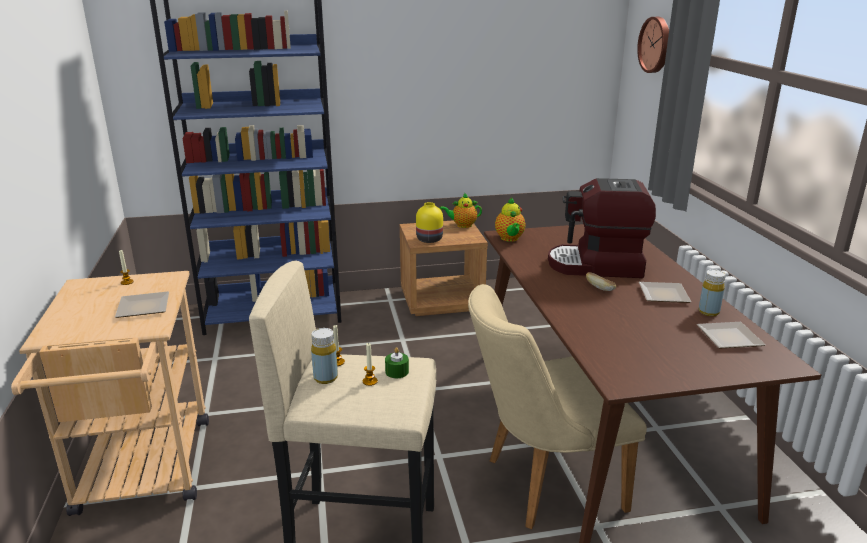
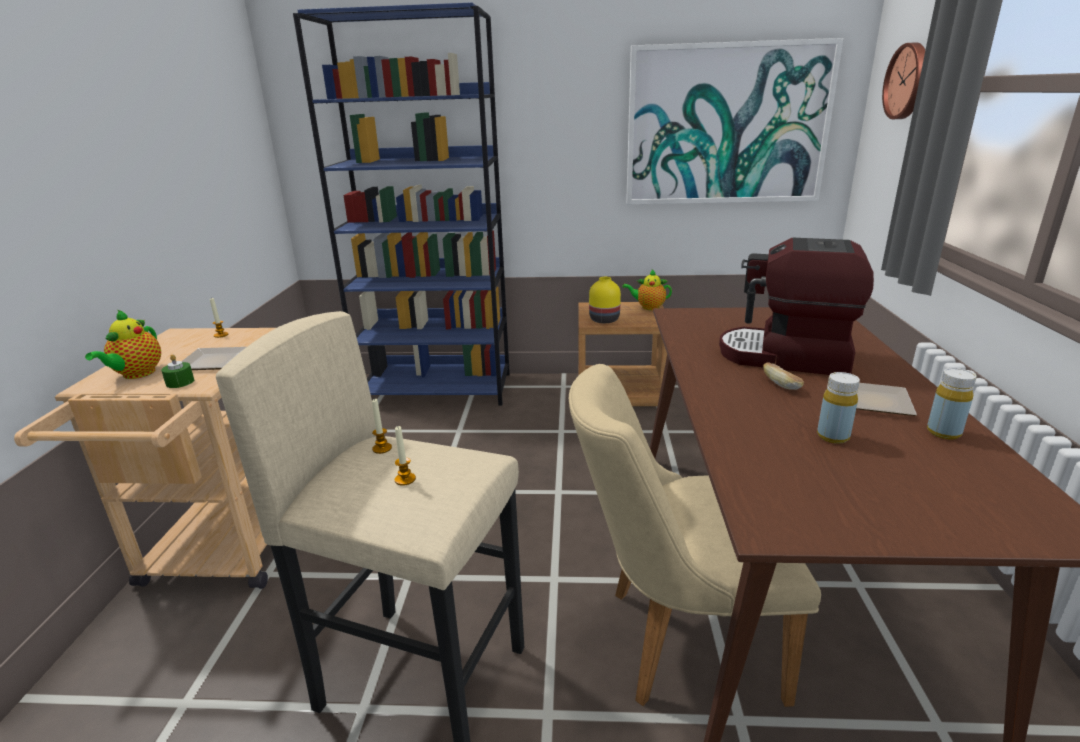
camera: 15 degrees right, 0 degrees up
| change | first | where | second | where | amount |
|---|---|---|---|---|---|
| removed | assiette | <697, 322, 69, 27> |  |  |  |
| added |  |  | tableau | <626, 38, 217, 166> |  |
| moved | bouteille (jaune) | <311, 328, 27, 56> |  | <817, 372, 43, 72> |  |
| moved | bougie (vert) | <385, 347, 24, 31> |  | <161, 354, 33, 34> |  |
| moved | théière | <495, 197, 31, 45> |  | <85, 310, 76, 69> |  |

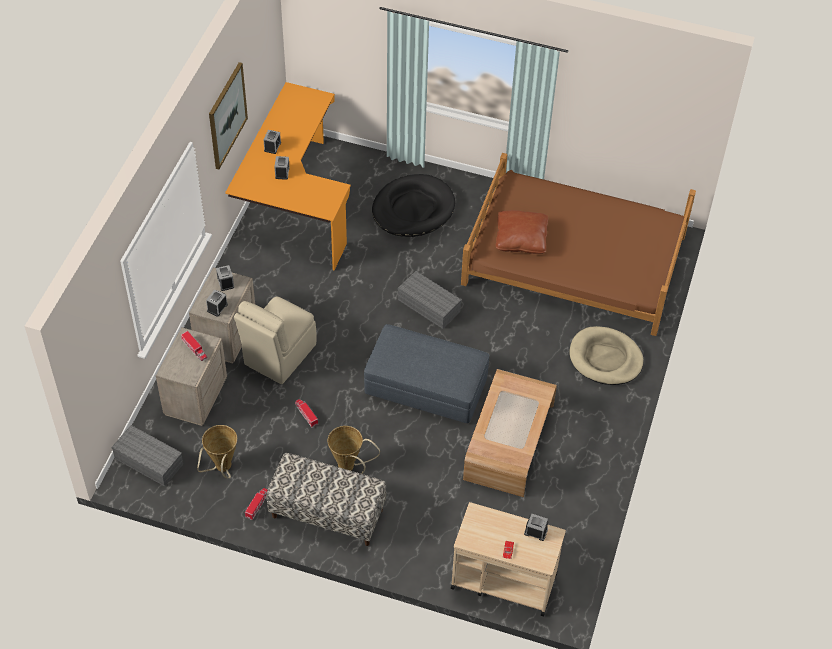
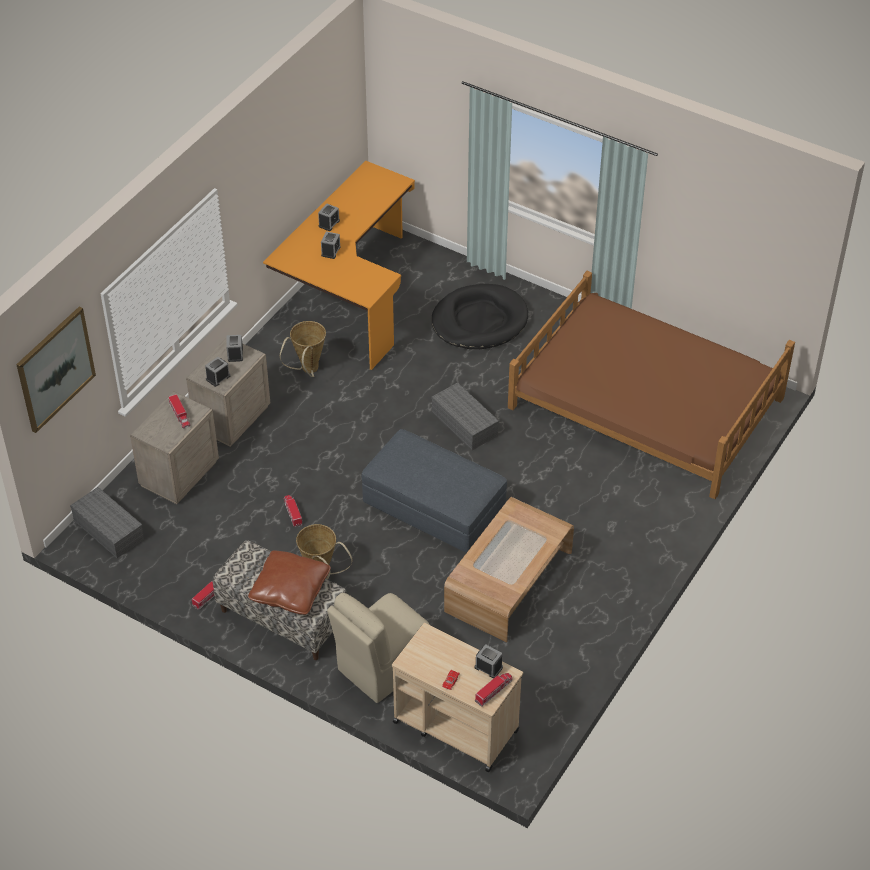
camera: 15 degrees right, 5 degrees down
| change | first | where | second | where | amount |
|---|---|---|---|---|---|
| removed | panier pour chien (beige) | <569, 326, 75, 59> |  |  |  |
| added |  |  | camion jouet | <475, 673, 38, 33> |  |
| moved | panier | <197, 425, 40, 53> |  | <280, 321, 46, 56> |  |
| moved | tableau | <209, 62, 39, 107> |  | <16, 307, 80, 126> |  |
| moved | chaise (beige) | <234, 297, 83, 87> |  | <327, 593, 103, 110> |  |
| moved | coussin (marron) | <496, 210, 52, 44> |  | <248, 551, 83, 64> |  |

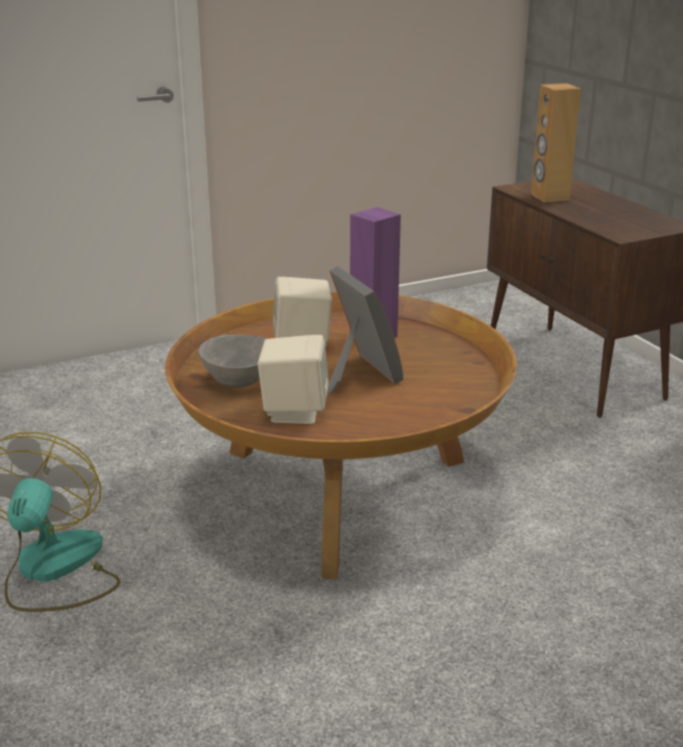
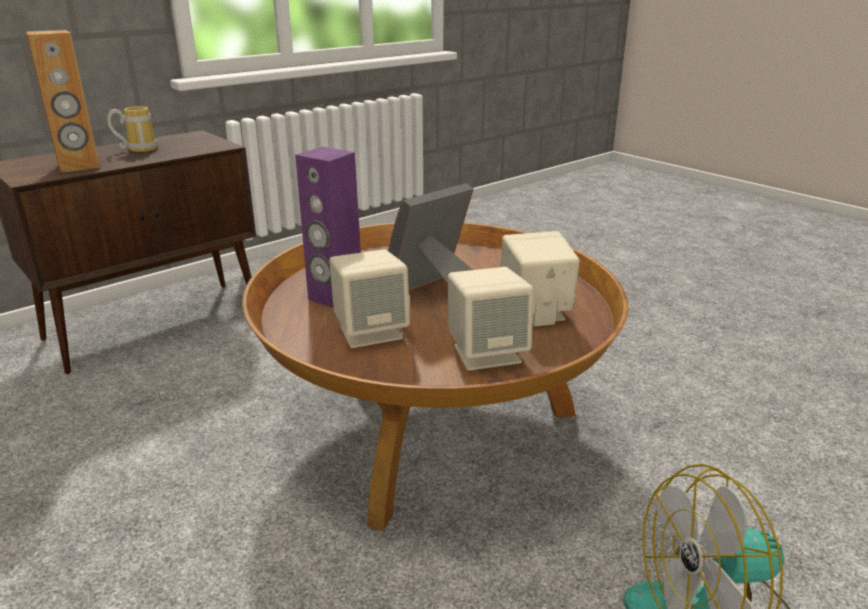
camera: 105 degrees left, 0 degrees up
| change | first | where | second | where | amount |
|---|---|---|---|---|---|
| added |  |  | mug | <107, 106, 51, 46> |  |
| replaced | bol (gris) | <198, 335, 68, 52> | enceinte (beige) | <448, 267, 86, 104> |  |

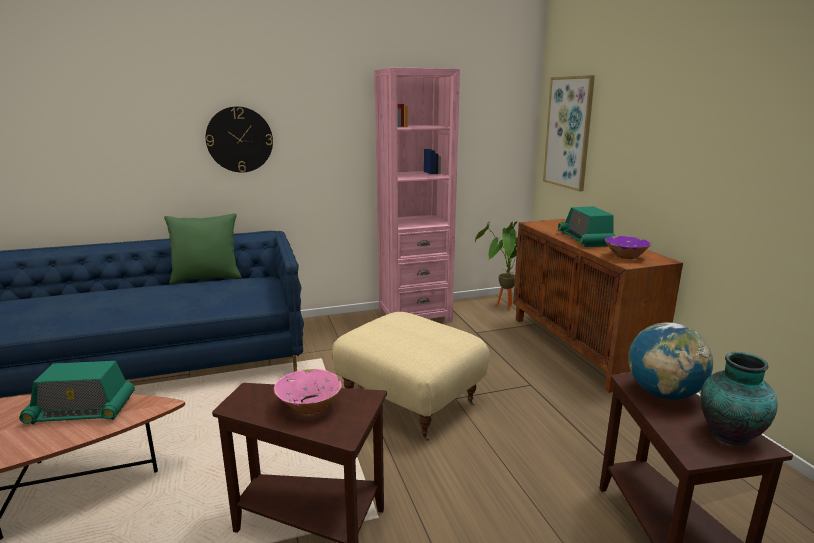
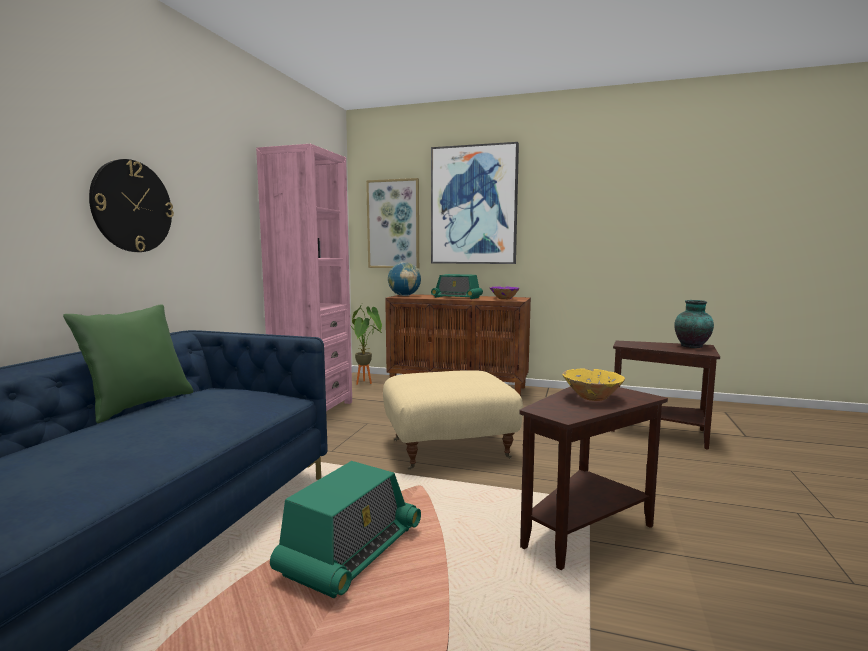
camera: 55 degrees left, 10 degrees down
| change | first | where | second | where | amount |
|---|---|---|---|---|---|
| added |  |  | tableau | <431, 142, 88, 122> |  |
| moved | globe | <628, 322, 85, 78> |  | <388, 262, 33, 34> |  |
| recoloured | bol (rose) | <274, 369, 68, 46> | bol (jaune) | <562, 369, 63, 32> |  |

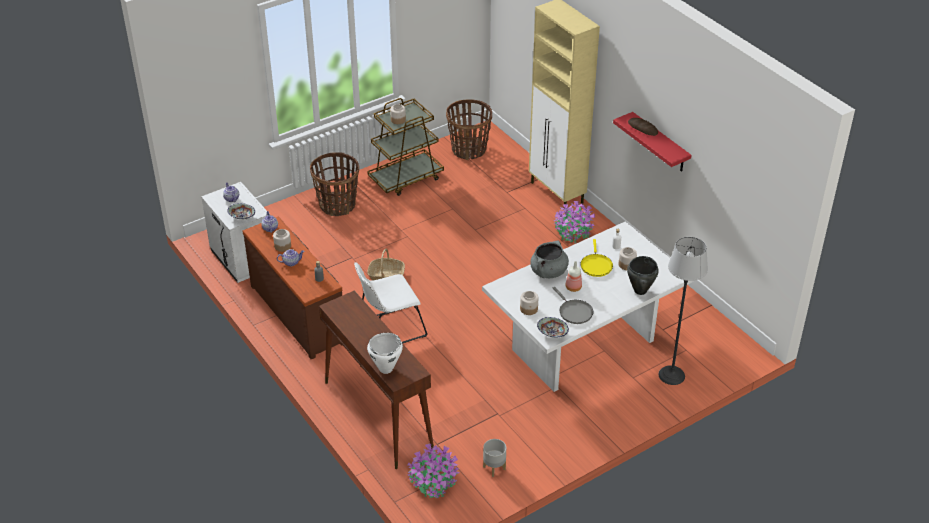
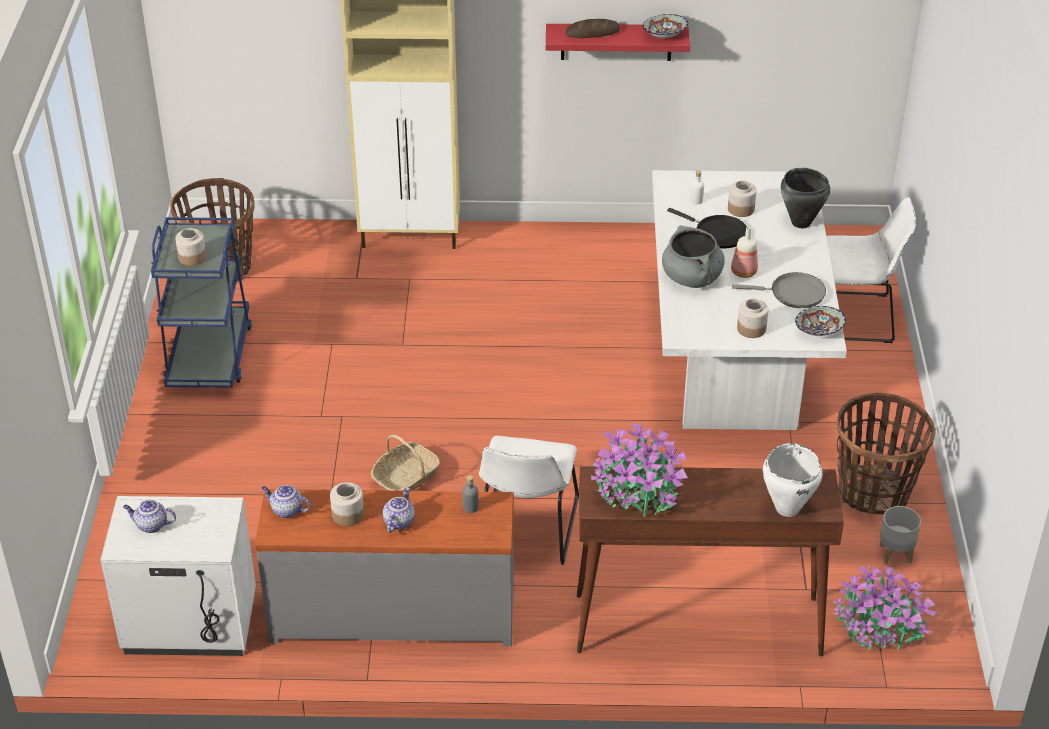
camera: 55 degrees left, 0 degrees up
| change | first | where | second | where | amount |
|---|---|---|---|---|---|
| moved | bol | <227, 203, 28, 17> |  | <643, 14, 45, 24> |  |
| moved | panier | <310, 152, 49, 64> |  | <837, 393, 98, 122> |  |
| moved | plante en pot | <554, 200, 41, 43> |  | <591, 424, 97, 93> |  |
| replaced | lampadaire | <659, 237, 49, 148> | chaise (blanc) | <826, 197, 90, 146> |  |
| recoloured | commode (marron) | <243, 217, 99, 142> | commode (gris) | <255, 489, 259, 157> |  |
| recoloured | chariot (marron) | <367, 98, 77, 98> | chariot (bleu) | <151, 217, 102, 171> |  |
| recoloured | poêle (jaune) | <580, 239, 33, 38> | poêle (noir) | <667, 208, 80, 40> |  |

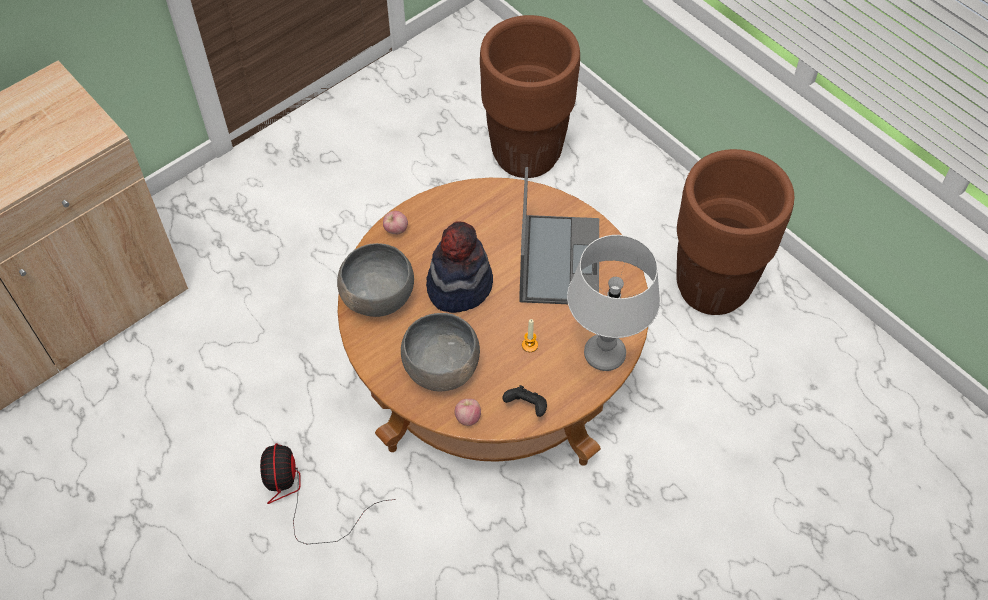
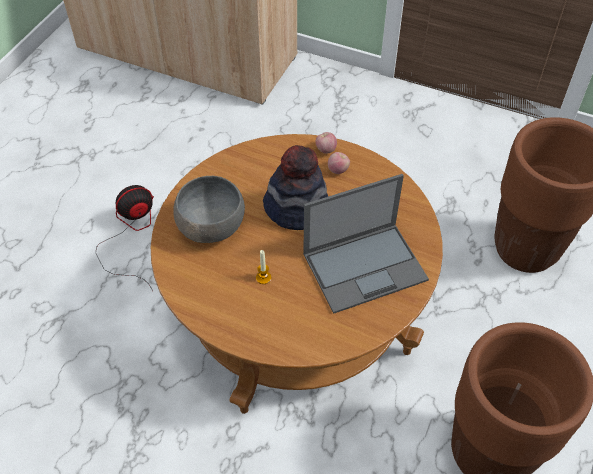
camera: 65 degrees right, 5 degrees down
| change | first | where | second | where | amount |
|---|---|---|---|---|---|
| removed | bol (gris) | <337, 243, 77, 74> |  |  |  |
| removed | manette (noir) | <502, 385, 45, 32> |  |  |  |
| removed | lampe de table (gris) | <567, 235, 93, 136> |  |  |  |
| moved | pomme | <455, 399, 26, 27> |  | <328, 152, 22, 22> |  |

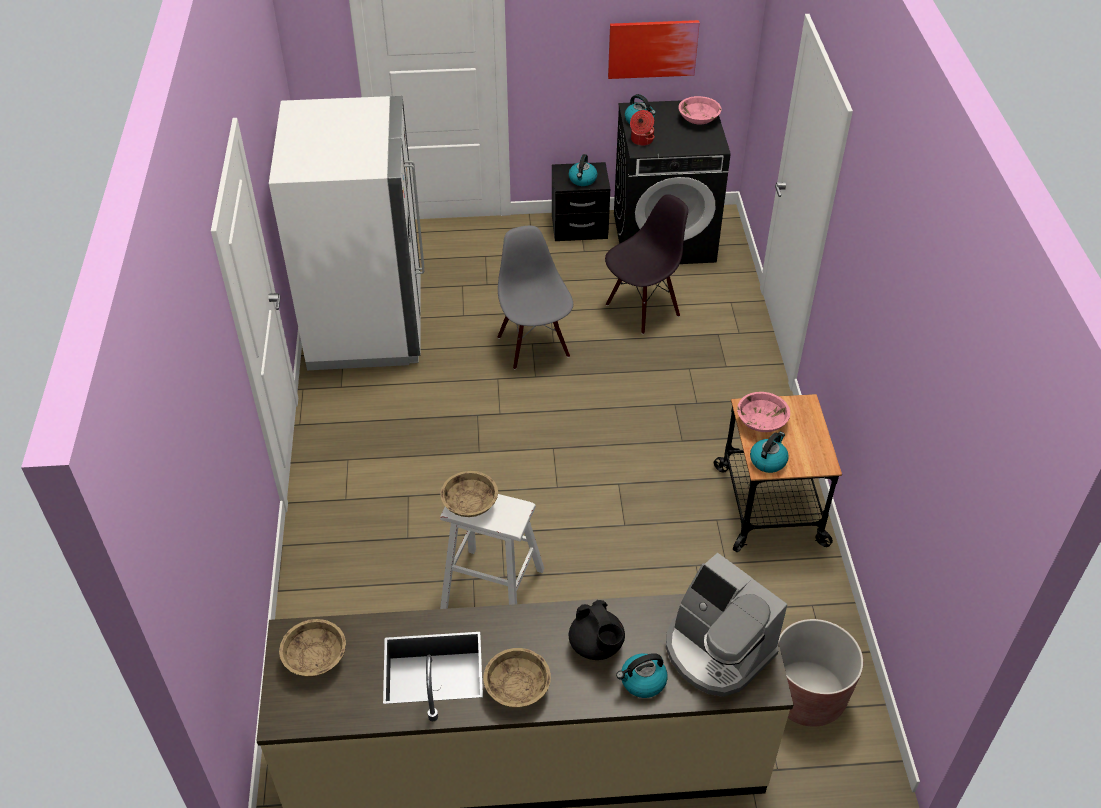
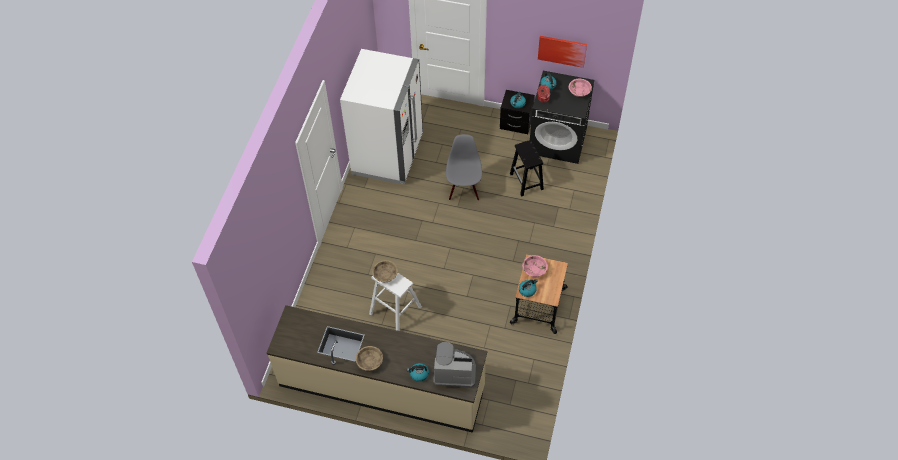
camera: 20 degrees right, 10 degrees up
| change | first | where | second | where | amount |
|---|---|---|---|---|---|
| removed | bol (beige) | <279, 619, 67, 58> |  |  |  |
| removed | théière (noir) | <569, 600, 56, 60> |  |  |  |
| removed | cache-pot (marron) | <778, 619, 85, 108> |  |  |  |
| replaced | chaise (noir) | <605, 194, 83, 140> | tabouret (noir) | <510, 140, 34, 57> |  |
| turned | machine à café | <666, 553, 121, 144> |  | <433, 342, 43, 46> | 120 degrees clockwise |

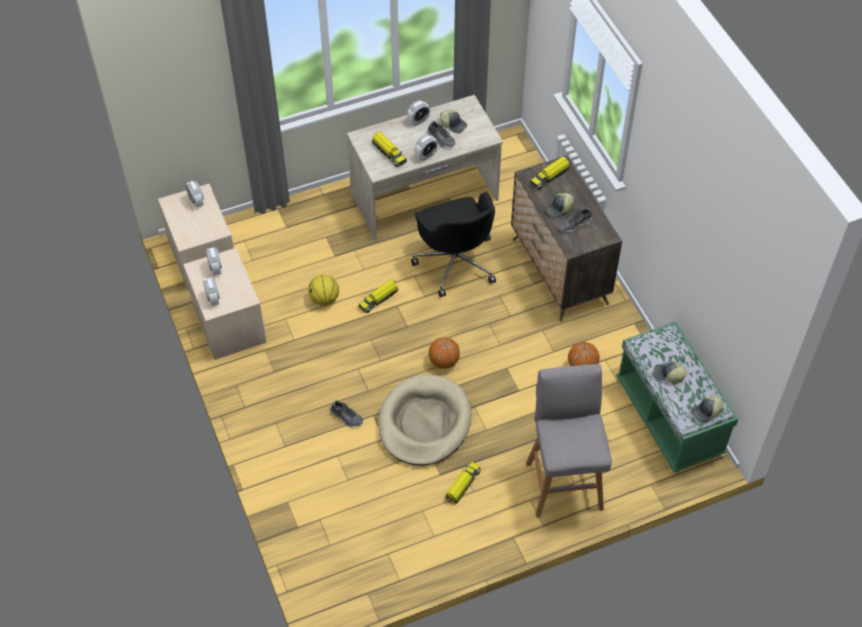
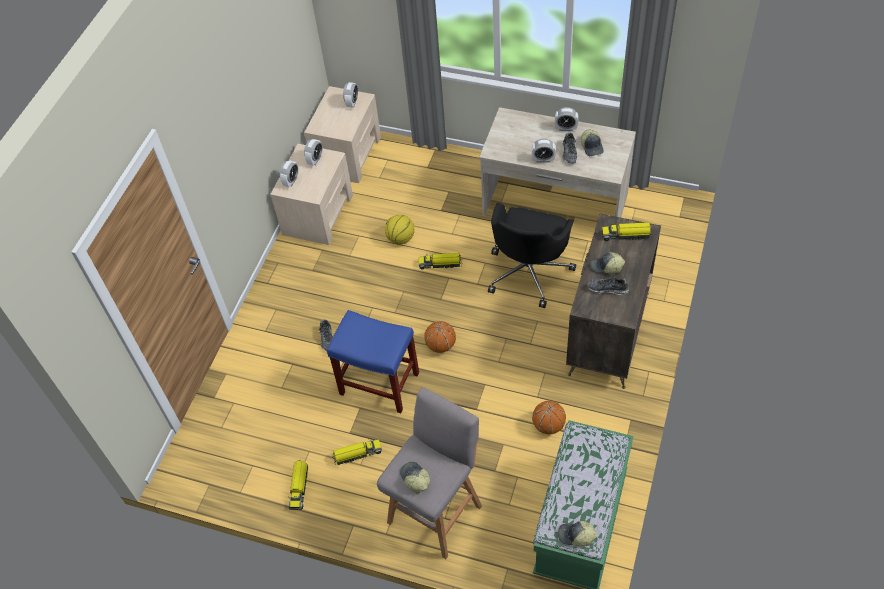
camera: 45 degrees right, 0 degrees up
| change | first | where | second | where | amount |
|---|---|---|---|---|---|
| moved | camion jouet | <372, 131, 35, 36> |  | <288, 460, 20, 50> |  |
| moved | casquette | <653, 362, 34, 21> |  | <400, 462, 30, 32> |  |
| replaced | panier pour chien (beige) | <378, 375, 94, 91> | tabouret (bleu) | <327, 310, 92, 103> |  |

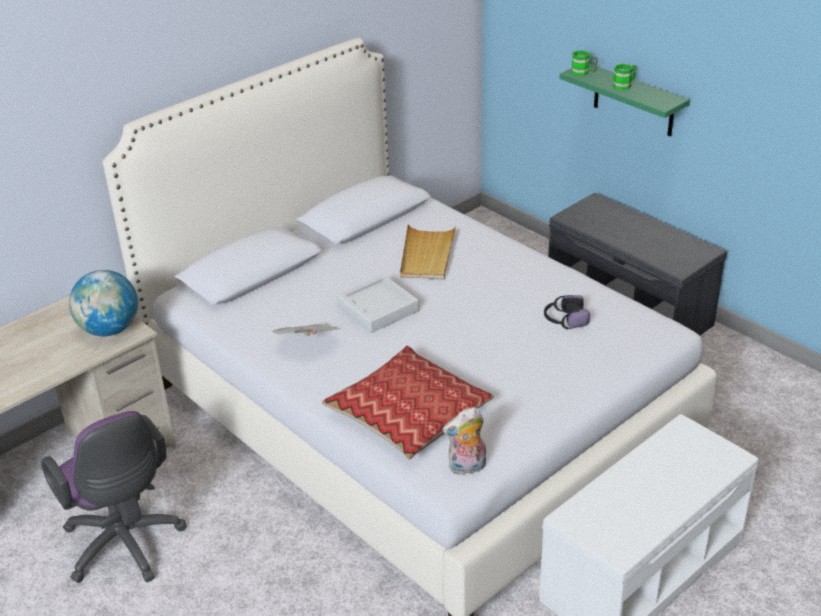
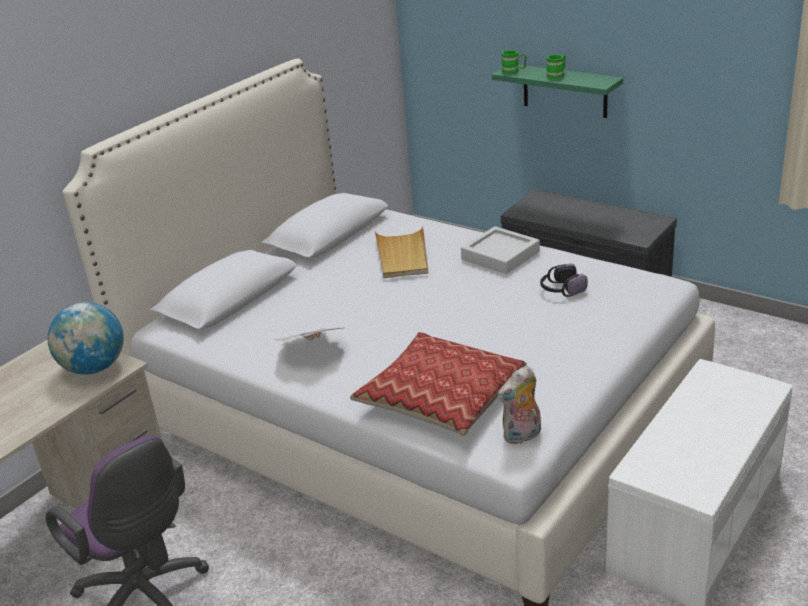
camera: 10 degrees left, 5 degrees down
| change | first | where | second | where | amount |
|---|---|---|---|---|---|
| moved | plateau (gris) | <337, 274, 82, 59> |  | <461, 226, 79, 48> |  |

